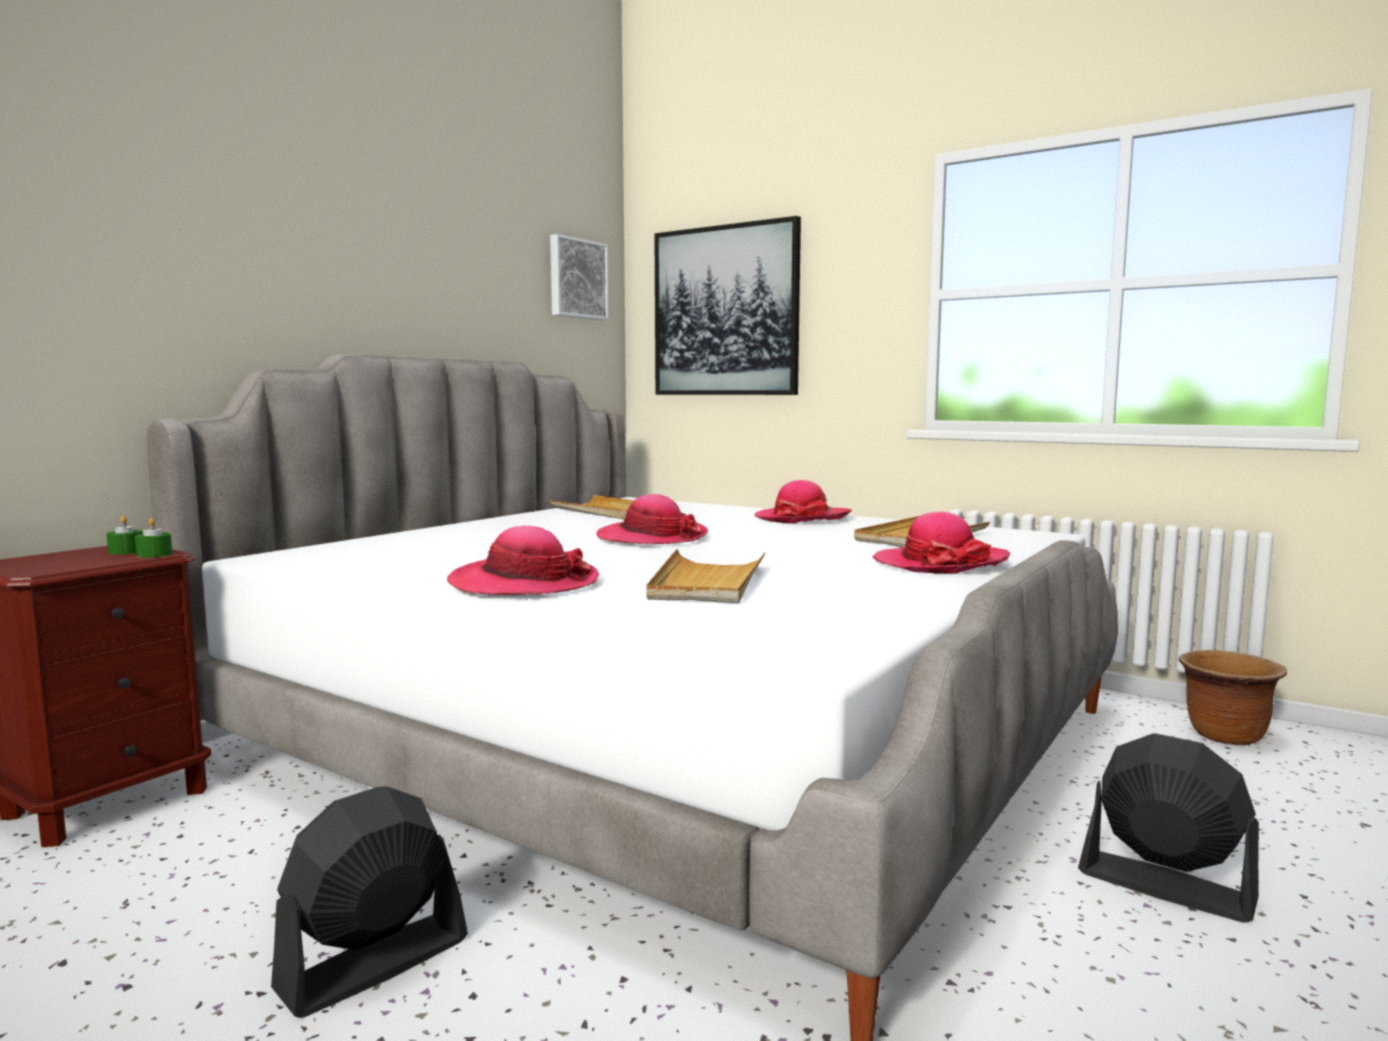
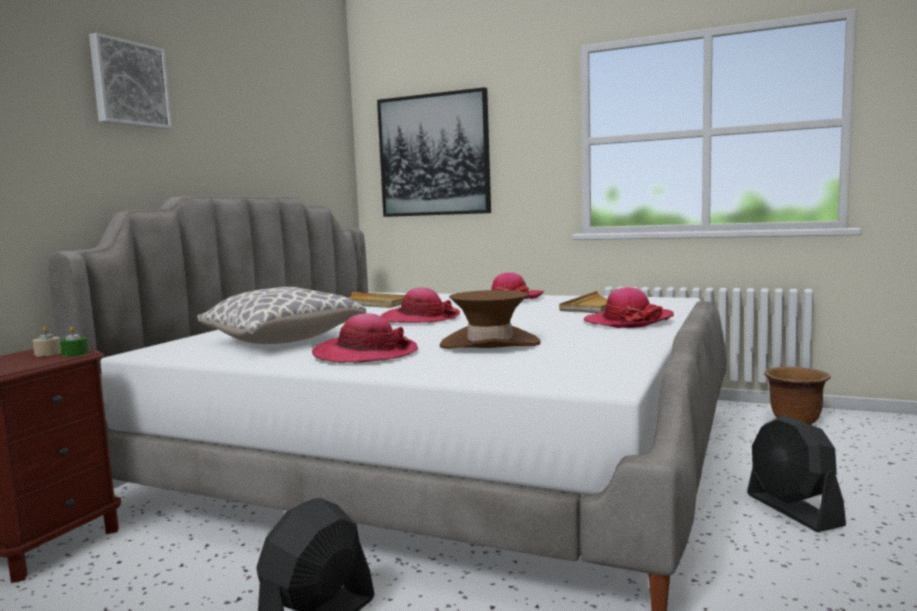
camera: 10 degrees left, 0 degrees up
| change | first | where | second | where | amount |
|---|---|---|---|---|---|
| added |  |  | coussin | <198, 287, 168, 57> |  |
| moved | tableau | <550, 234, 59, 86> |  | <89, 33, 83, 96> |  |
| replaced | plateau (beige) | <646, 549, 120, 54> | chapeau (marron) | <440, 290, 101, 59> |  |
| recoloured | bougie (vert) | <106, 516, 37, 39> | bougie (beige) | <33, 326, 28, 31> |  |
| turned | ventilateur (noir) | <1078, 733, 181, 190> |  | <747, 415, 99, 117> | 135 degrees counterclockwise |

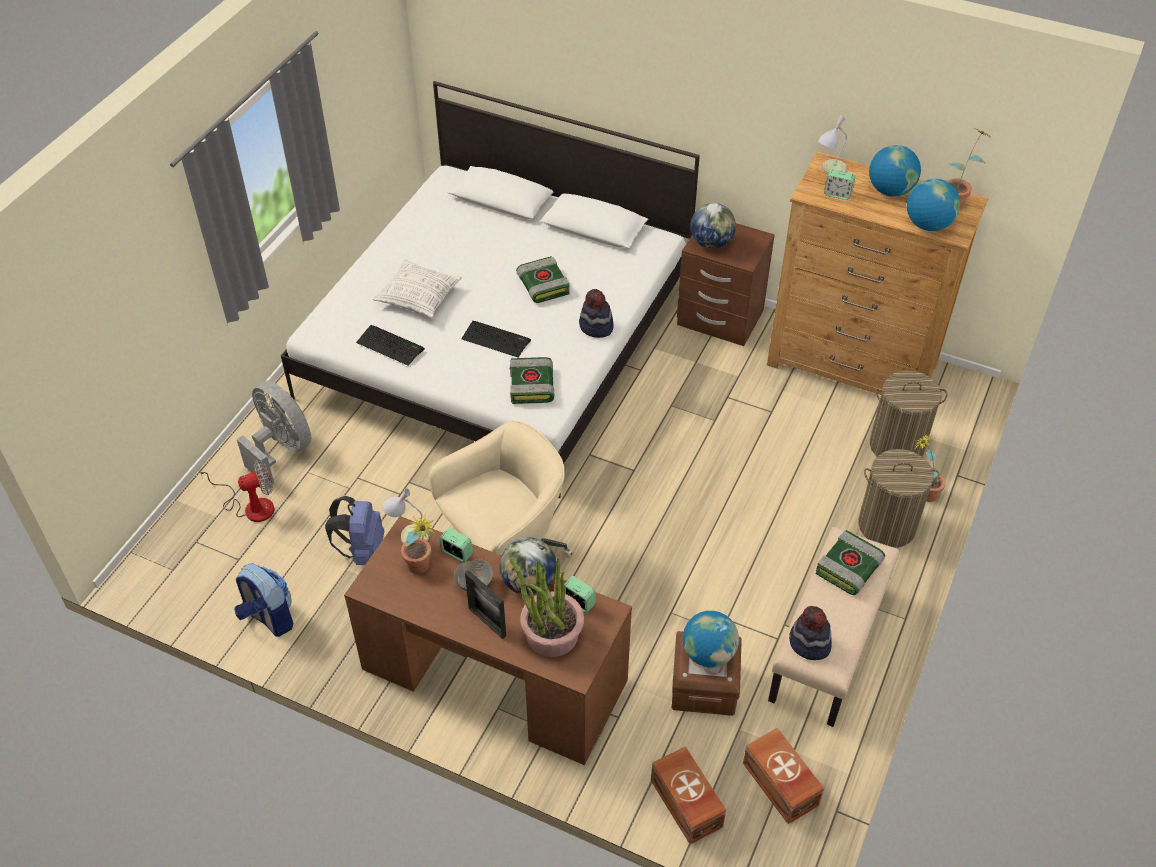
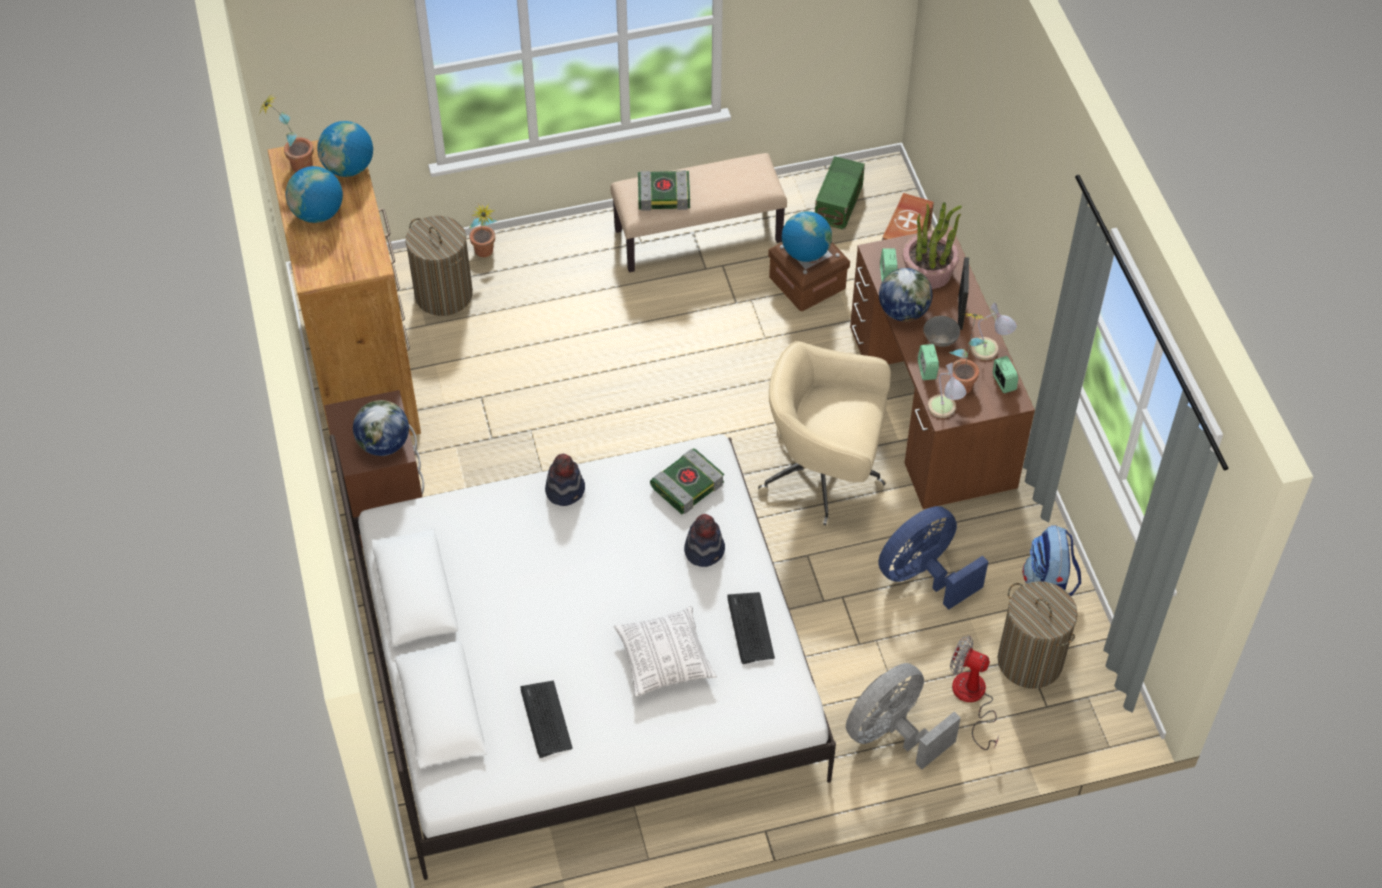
camera: 130 degrees left, 5 degrees up
| change | first | where | second | where | amount |
|---|---|---|---|---|---|
| removed | livre | <516, 256, 54, 47> |  |  |  |
| moved | clavier | <462, 321, 69, 36> |  | <520, 681, 53, 77> |  |
| moved | chapeau | <789, 606, 43, 54> |  | <684, 514, 41, 53> |  |
| moved | lampe de table | <818, 114, 29, 61> |  | <971, 302, 46, 58> |  |
| moved | réveil | <824, 169, 31, 31> |  | <993, 356, 25, 37> |  |
| moved | panier à linge | <858, 449, 82, 99> |  | <997, 581, 81, 107> |  |
| replaced | sac à dos (bleu) | <325, 496, 59, 69> | ventilateur (bleu) | <878, 506, 110, 104> |  |
| recoloured | boîte de rangement (marron) | <743, 728, 81, 96> | boîte de rangement (vert) | <815, 156, 50, 74> |  |
| turned | ventilateur (gris) | <237, 381, 74, 106> |  | <846, 663, 115, 106> | 45 degrees clockwise |

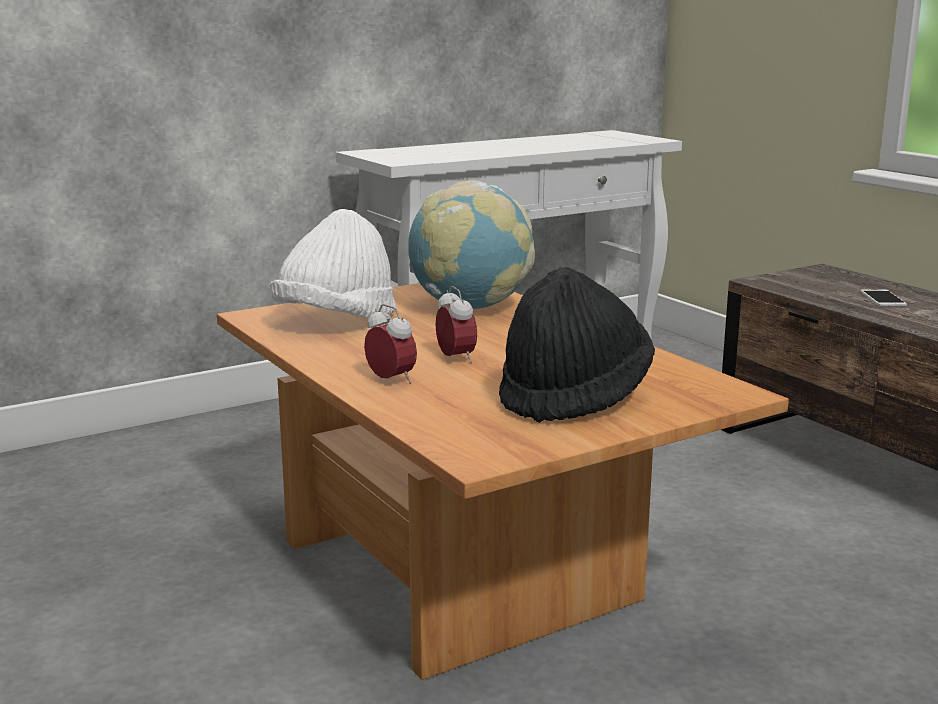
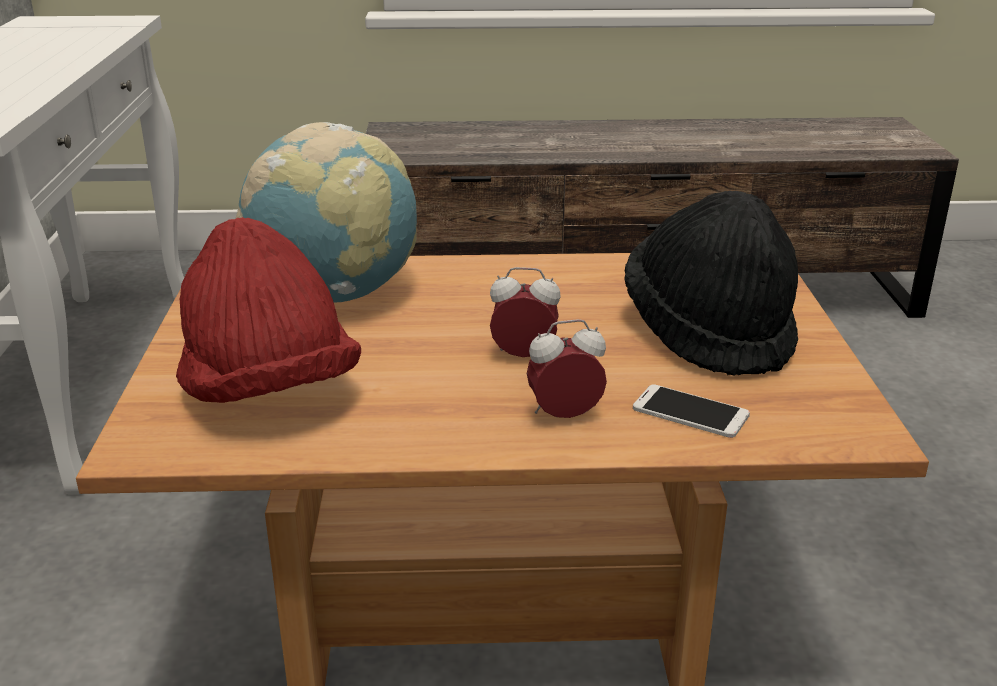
camera: 60 degrees left, 10 degrees up
| change | first | where | second | where | amount |
|---|---|---|---|---|---|
| moved | téléphone | <861, 289, 46, 18> |  | <633, 384, 117, 54> |  |
| recoloured | chapeau (blanc) | <269, 209, 127, 109> | chapeau (rouge) | <176, 217, 185, 186> |  |

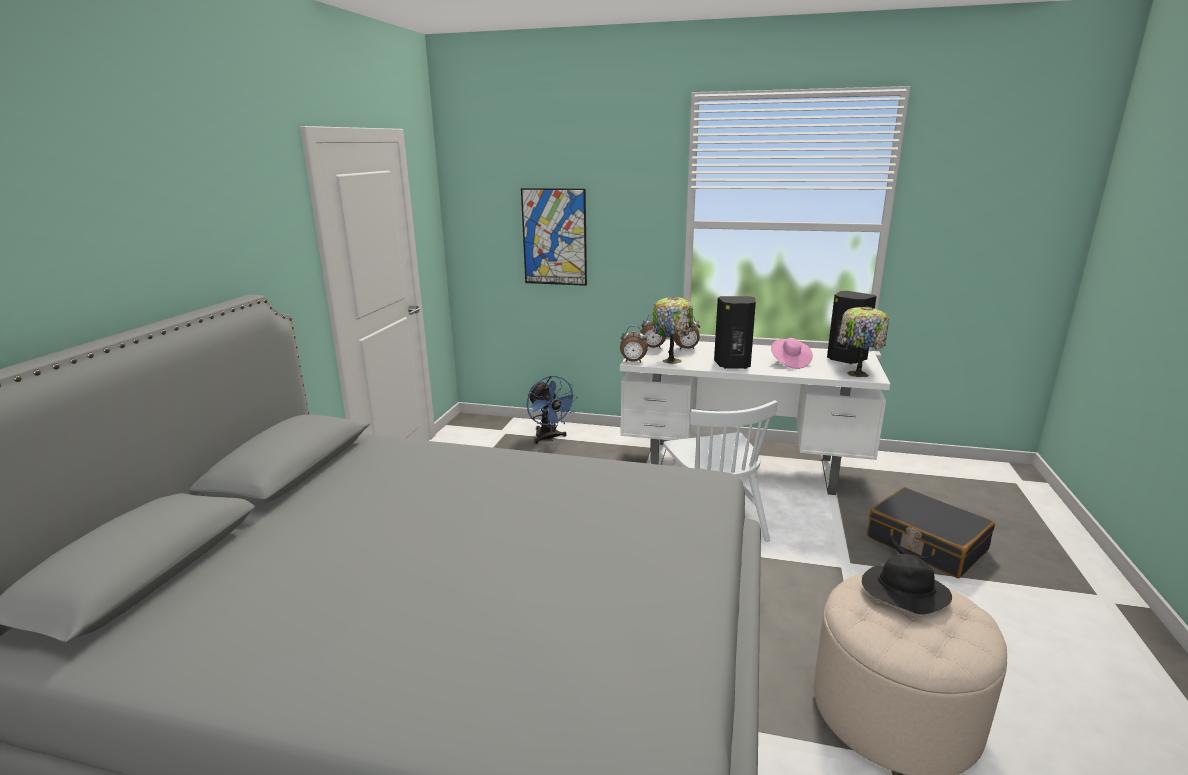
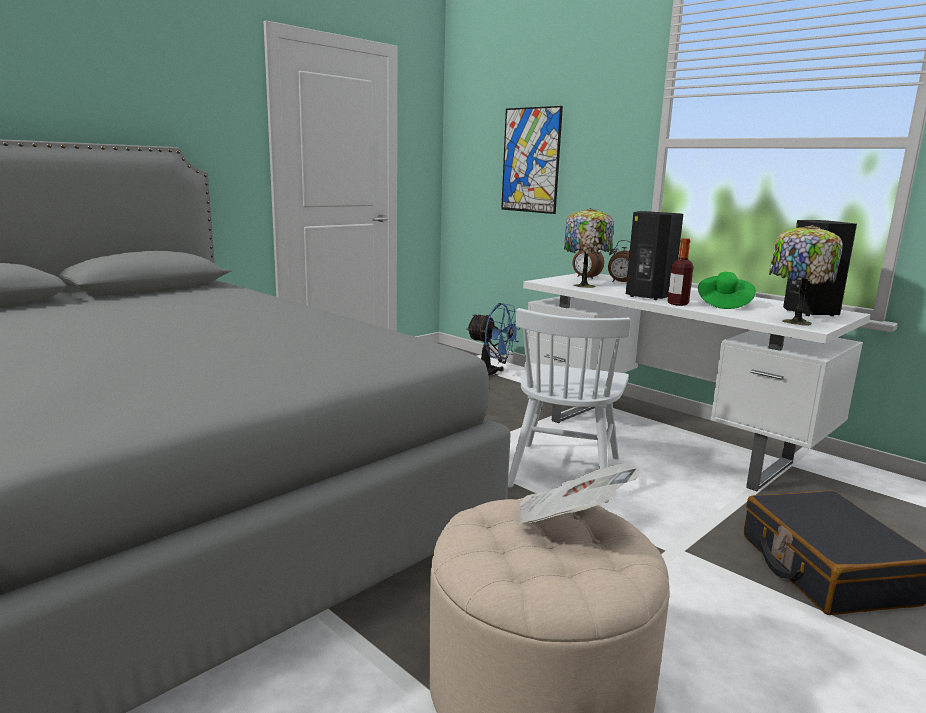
camera: 30 degrees right, 5 degrees down
| change | first | where | second | where | amount |
|---|---|---|---|---|---|
| removed | réveil | <620, 326, 28, 36> |  |  |  |
| added |  |  | bouteille | <668, 238, 25, 68> |  |
| replaced | chapeau (noir) | <862, 554, 90, 60> | journal | <516, 462, 123, 63> |  |
| recoloured | chapeau (rose) | <771, 338, 42, 31> | chapeau (vert) | <698, 272, 58, 37> |  |
| turned | ventilateur (bleu) | <527, 376, 51, 68> |  | <467, 303, 53, 73> | 60 degrees counterclockwise |

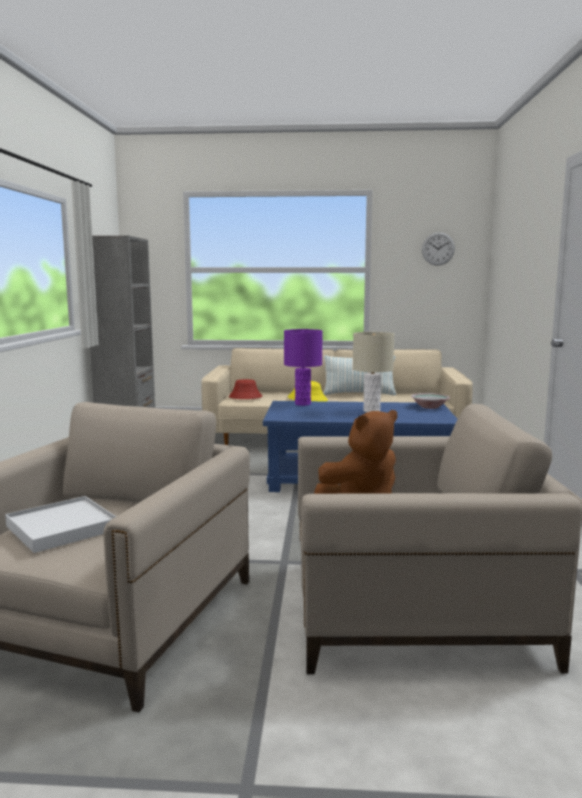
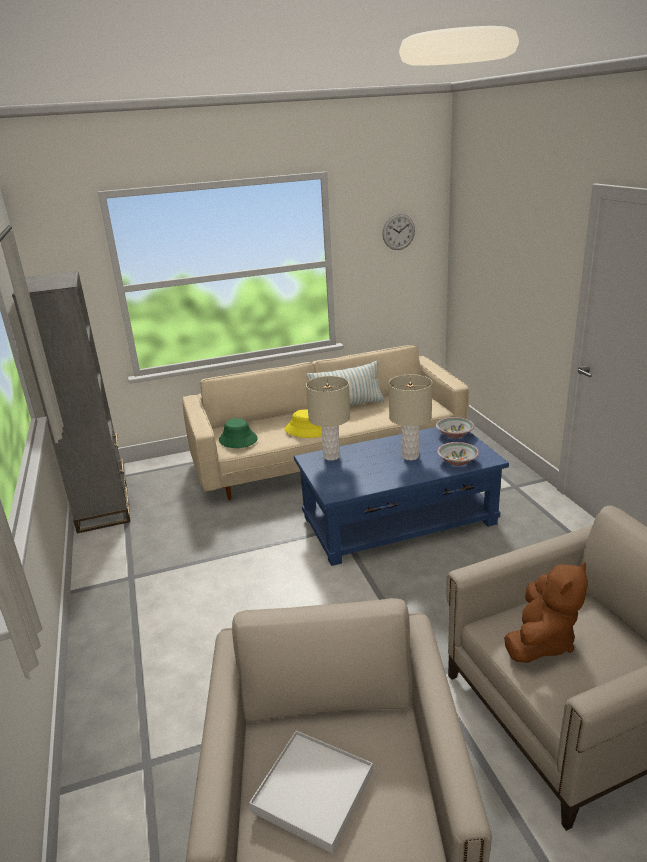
camera: 20 degrees left, 15 degrees up
| change | first | where | second | where | amount |
|---|---|---|---|---|---|
| added |  |  | bol | <437, 442, 42, 24> |  |
| recoloured | chapeau (rouge) | <229, 379, 33, 20> | chapeau (vert) | <219, 418, 38, 30> |  |
| recoloured | lampe de table (violet) | <284, 329, 39, 77> | lampe de table (beige) | <306, 376, 44, 85> |  |

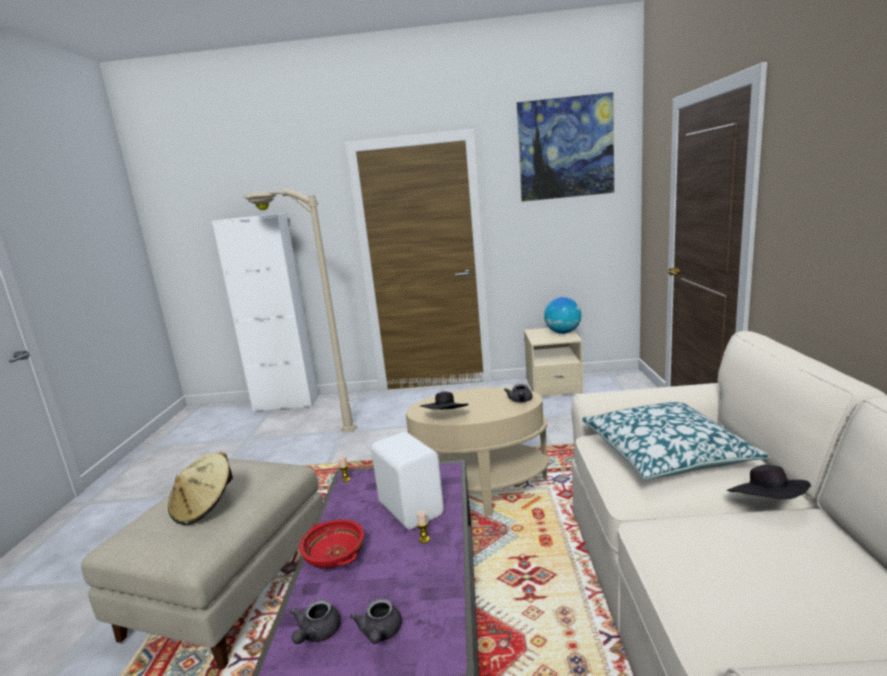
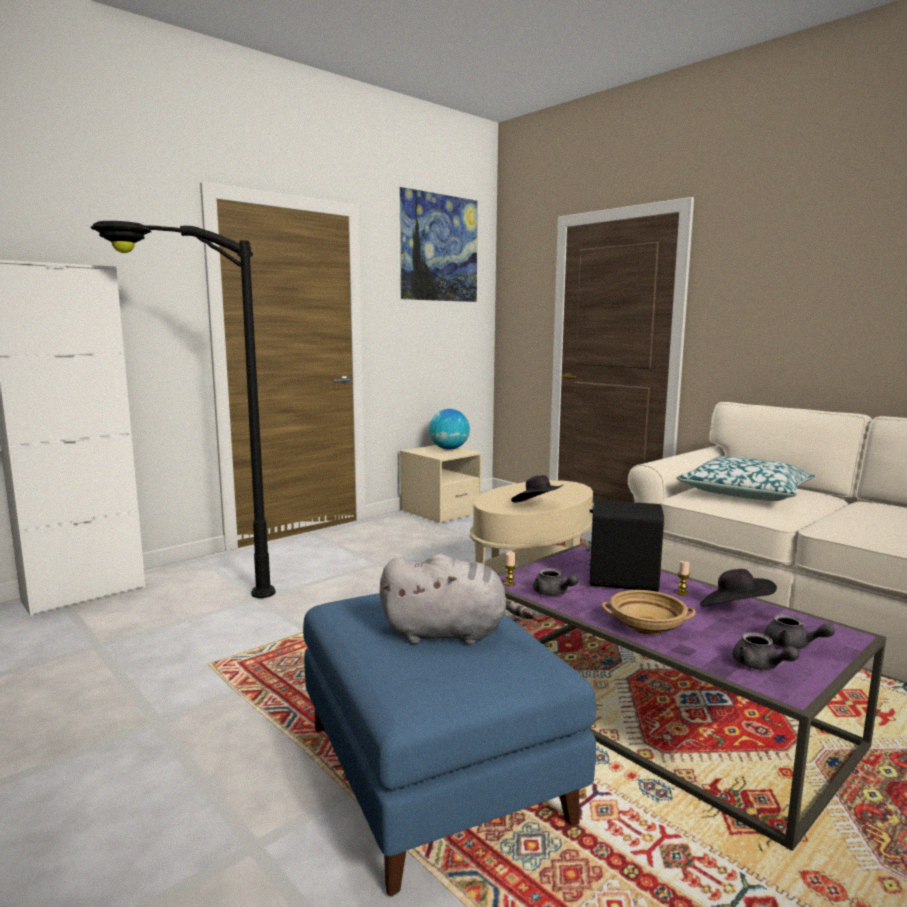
camera: 45 degrees left, 5 degrees down
| change | first | where | second | where | amount |
|---|---|---|---|---|---|
| moved | théière (gris) | <504, 384, 29, 18> |  | <533, 568, 46, 28> |  |
| moved | chapeau (noir) | <727, 465, 84, 34> |  | <700, 569, 77, 38> |  |
| replaced | chapeau (beige) | <168, 452, 65, 73> | peluche (gris) | <380, 554, 154, 91> |  |
| recoloured | pouf (beige) | <81, 459, 242, 210> | pouf (bleu) | <303, 593, 293, 303> |  |
| recoloured | lampadaire (beige) | <243, 189, 114, 243> | lampadaire (noir) | <90, 221, 186, 377> |  |
| recoloured | bol (rouge) | <299, 519, 65, 49> | bol (beige) | <602, 590, 94, 45> |  |
| recoloured | enceinte (blanc) | <371, 432, 73, 98> | enceinte (noir) | <585, 500, 79, 92> |  |

